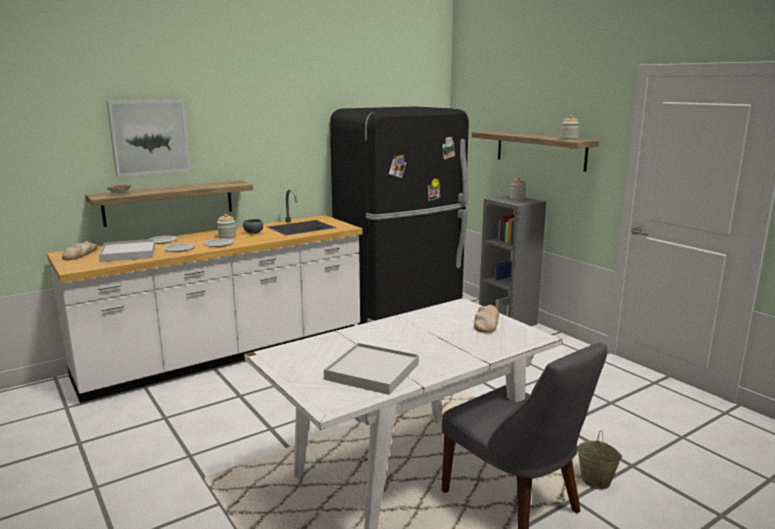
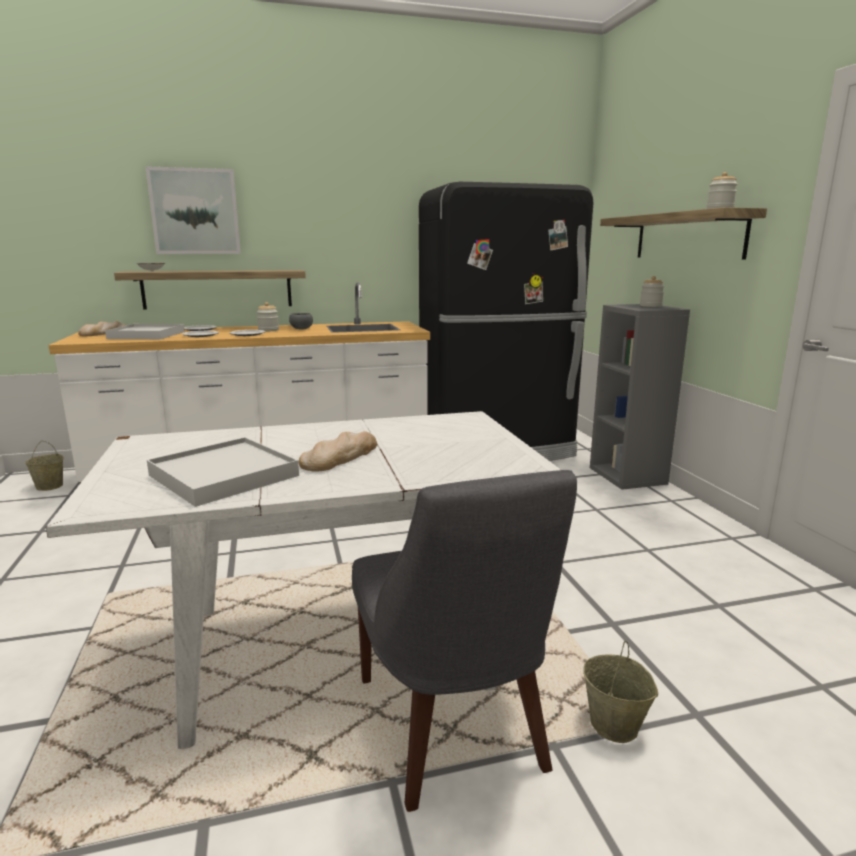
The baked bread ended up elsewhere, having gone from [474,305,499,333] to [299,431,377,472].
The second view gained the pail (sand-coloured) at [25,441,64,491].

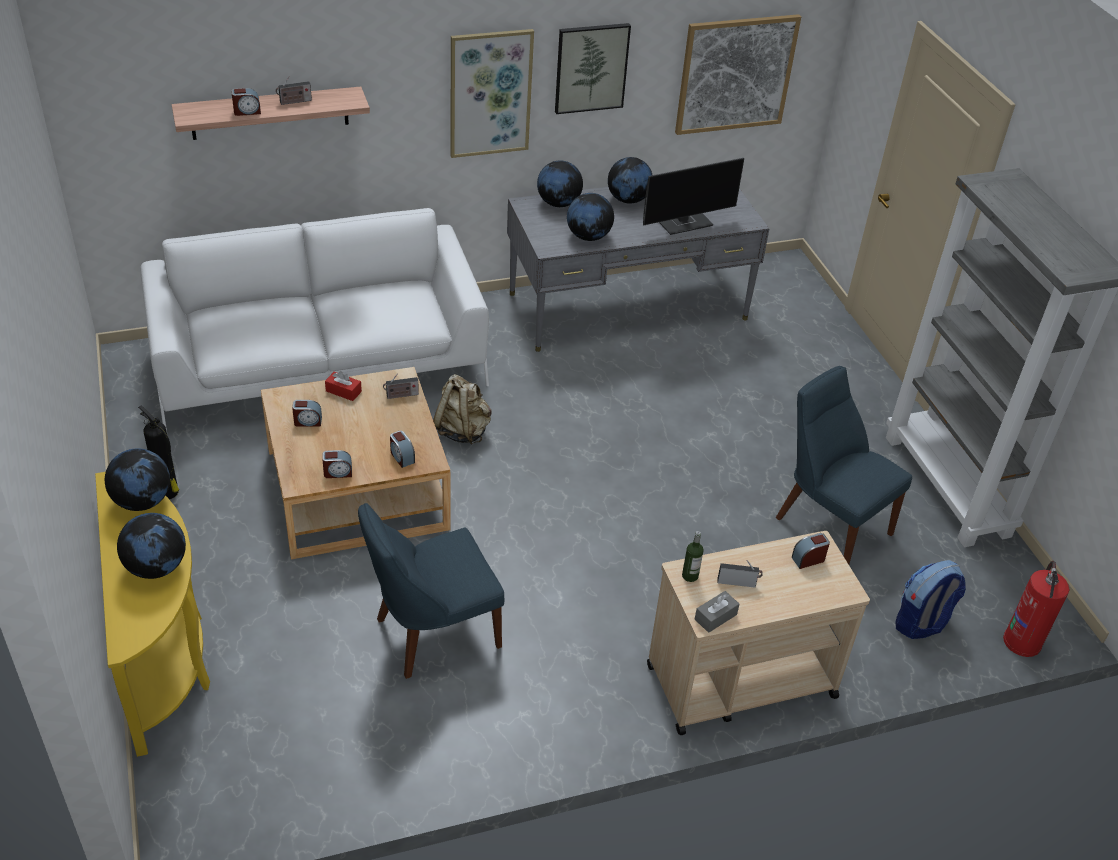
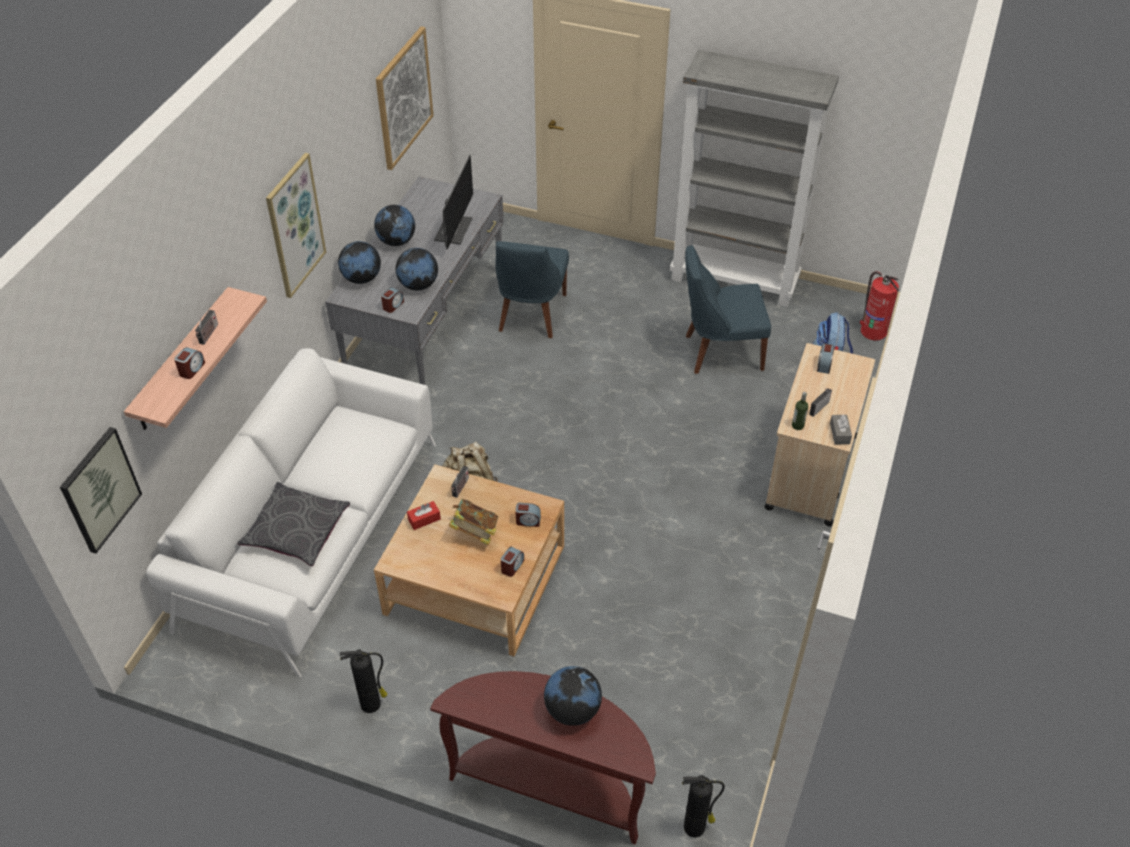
What was the console table (yellow) at [95,472,210,757] turned into the console table (brown) at [430,671,656,844].
The second view lost the desk globe at [105,448,170,511].
The bedside clock ended up elsewhere, having gone from [292,400,322,427] to [381,287,404,313].
The upright chair (blue) ended up elsewhere, having gone from [358,503,504,679] to [495,241,569,338].
The wall art ended up elsewhere, having gone from [555,23,631,114] to [60,427,142,554].
The second view gained the cushion (grey) at [237,482,350,567].
The second view gained the book at [449,499,498,545].
The second view gained the extinguisher at [682,775,725,837].

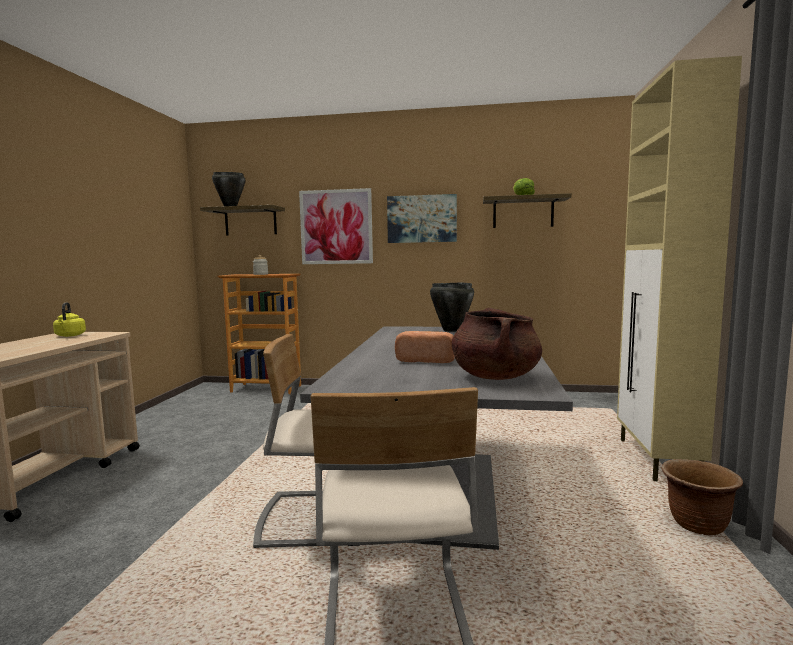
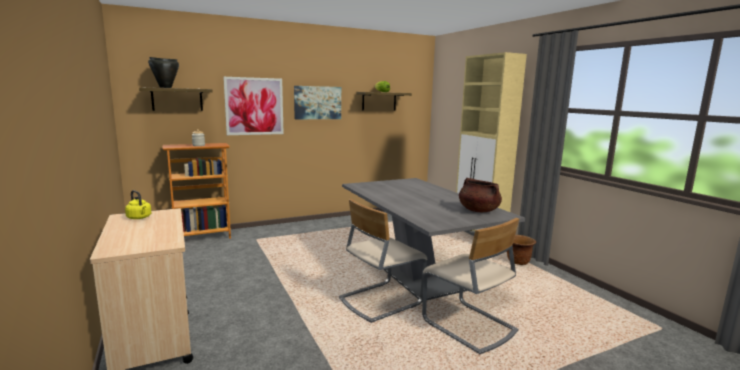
The second view lost the baked bread at [395,331,455,363].
The second view lost the saucepot (black) at [430,282,474,332].

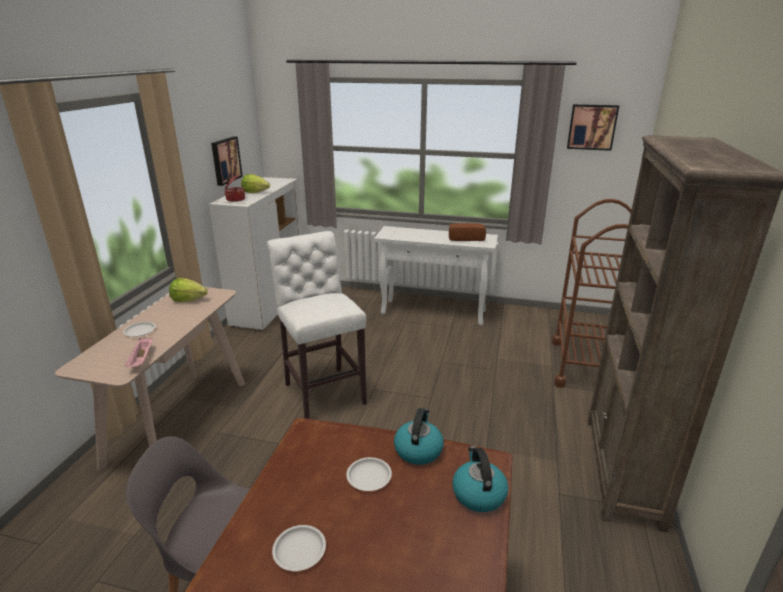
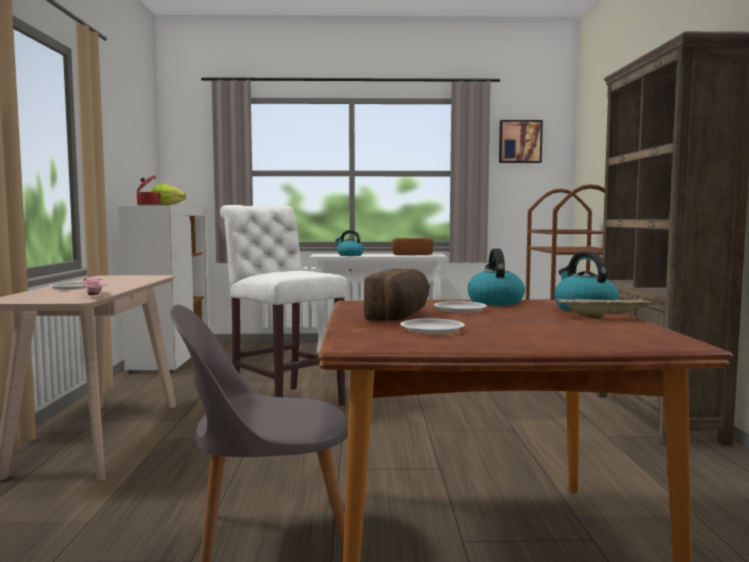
The second view lost the head of lettuce at [169,278,208,302].
The second view lost the wall art at [211,136,243,186].
The second view gained the tea kettle at [335,230,364,256].
The second view gained the baked bread at [364,268,430,321].
The second view gained the tray (sand-coloured) at [557,297,657,319].

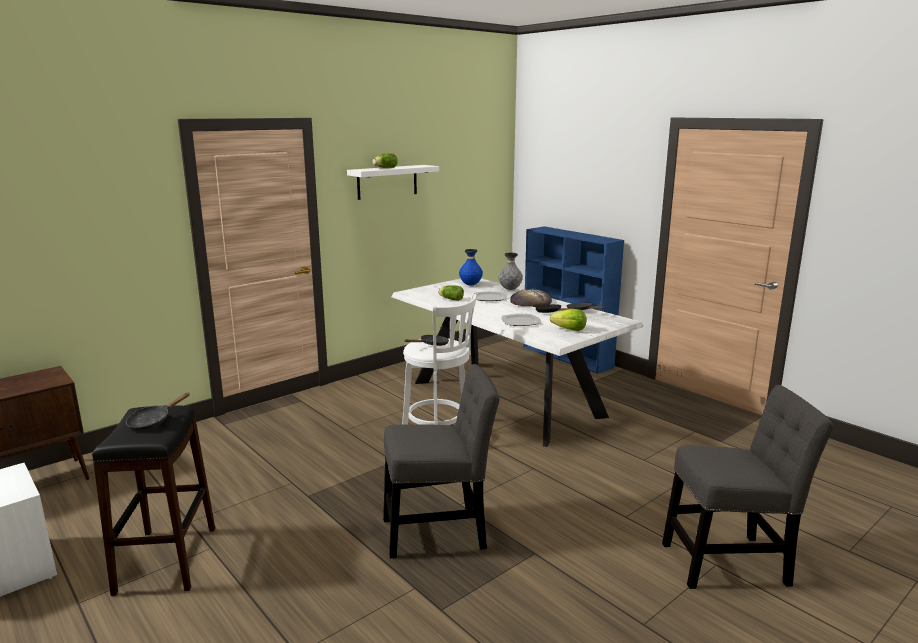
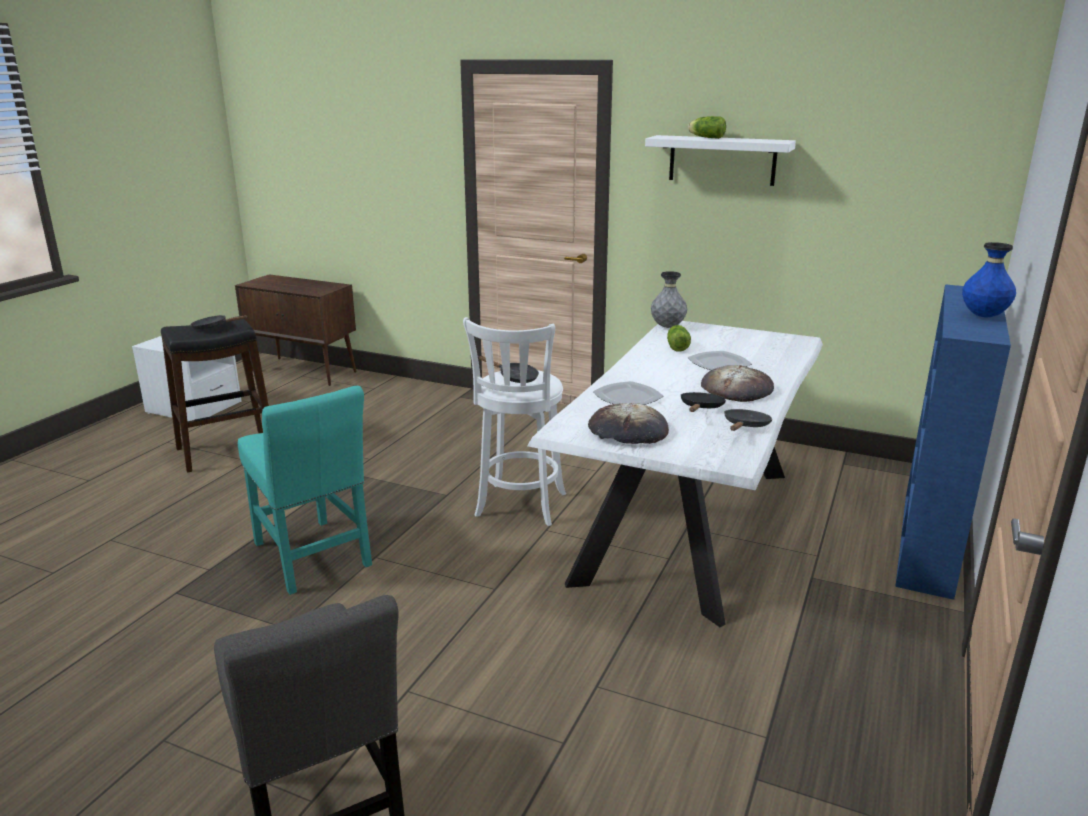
What was the upright chair (grey) at [383,364,500,558] turned into the upright chair (turquoise-coloured) at [238,386,372,595].
The flower vase (blue) ended up elsewhere, having gone from [459,249,483,286] to [962,242,1016,317].
The flower vase (grey) ended up elsewhere, having gone from [499,253,523,290] to [651,271,687,328].
Where the head of lettuce stood at [550,309,587,331], the baked bread came to stand at [588,403,669,444].

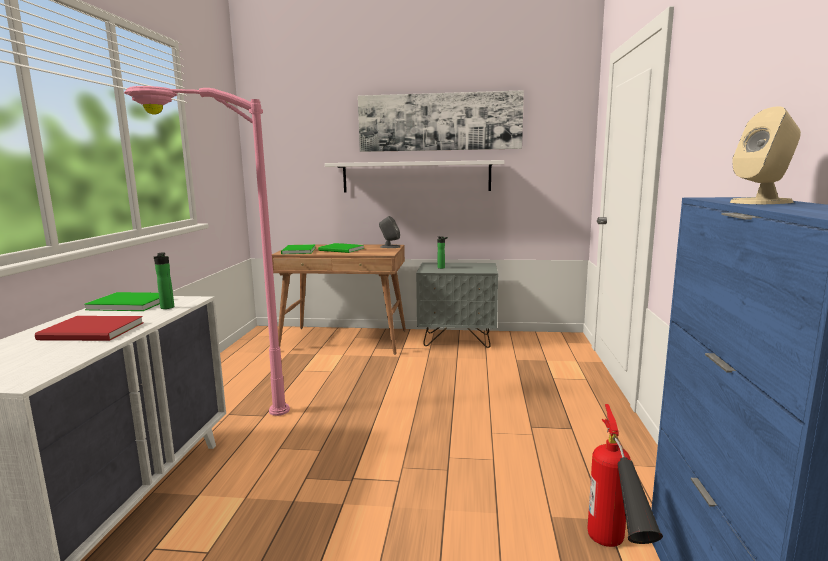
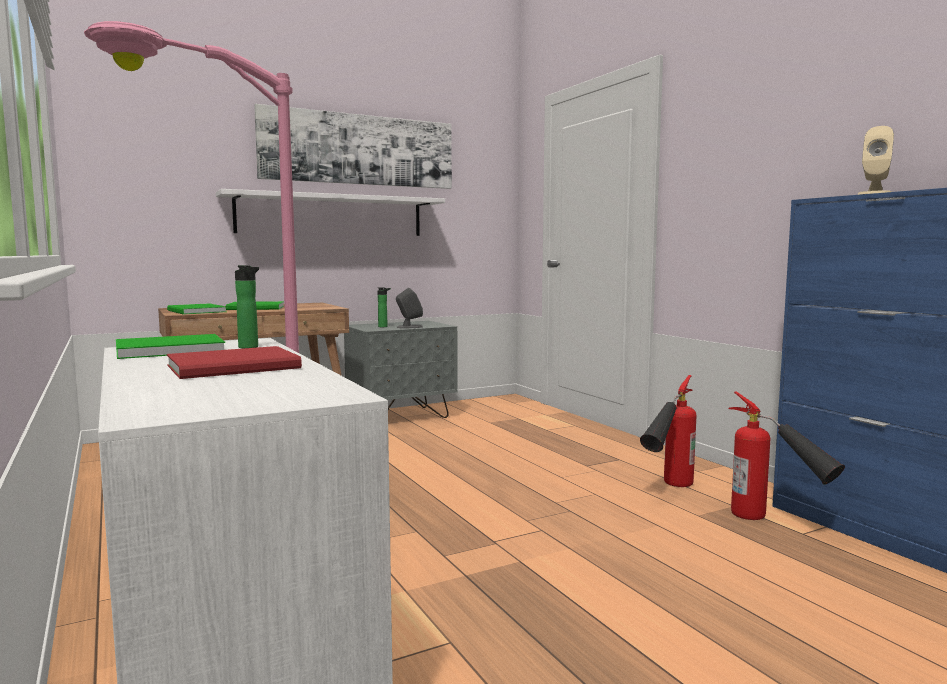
The speaker (grey) ended up elsewhere, having gone from [379,216,400,248] to [396,288,423,328].
The second view gained the extinguisher at [640,375,697,487].

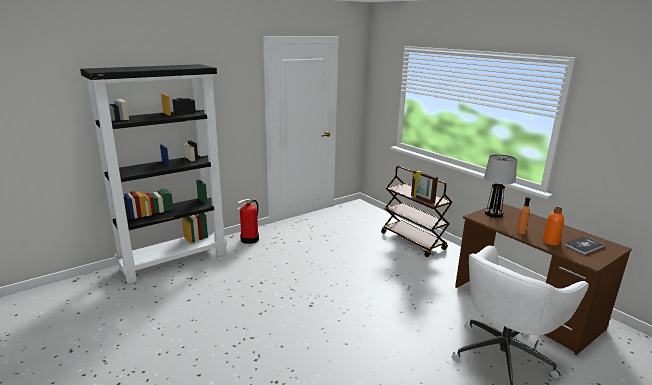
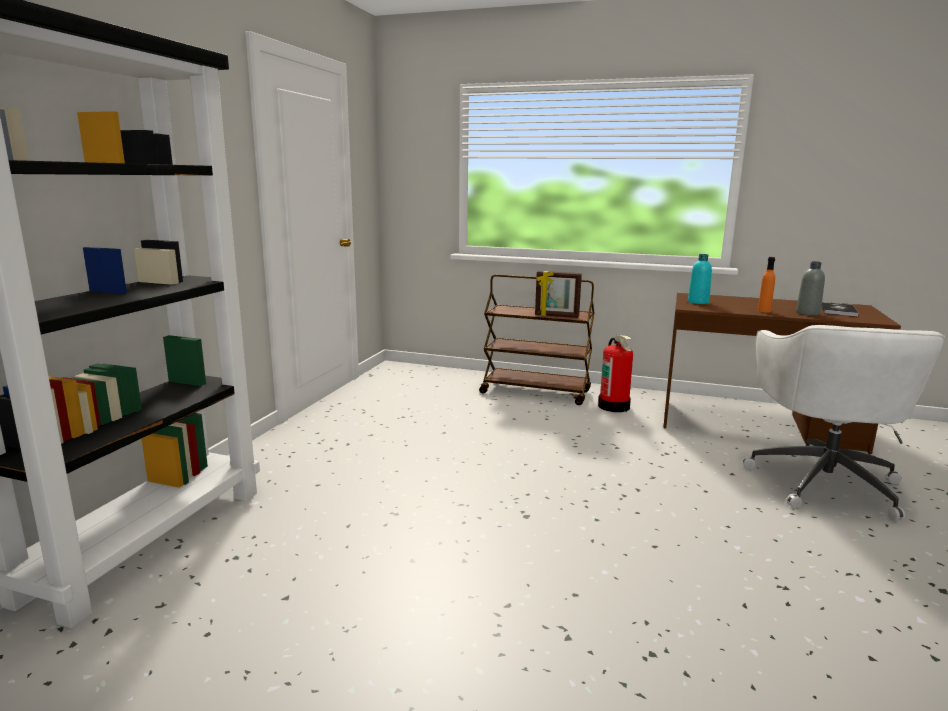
The extinguisher ended up elsewhere, having gone from [236,199,259,244] to [598,335,633,412].
Where the table lamp stood at [484,154,517,218], the bottle (turquoise-coloured) came to stand at [688,254,712,304].
What was the bottle (orange-coloured) at [542,207,564,246] turned into the bottle (grey) at [796,261,825,315].

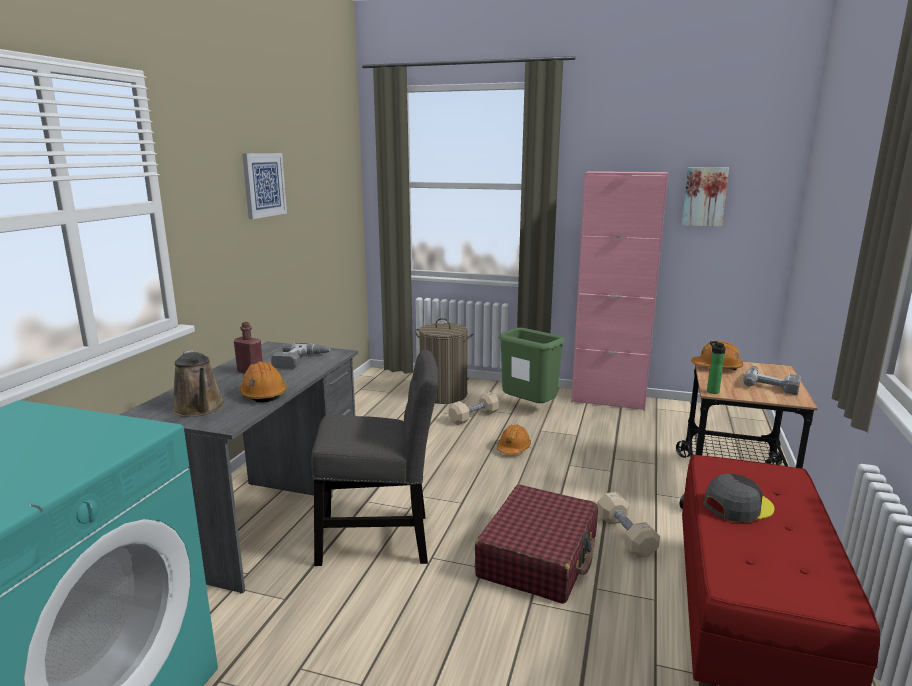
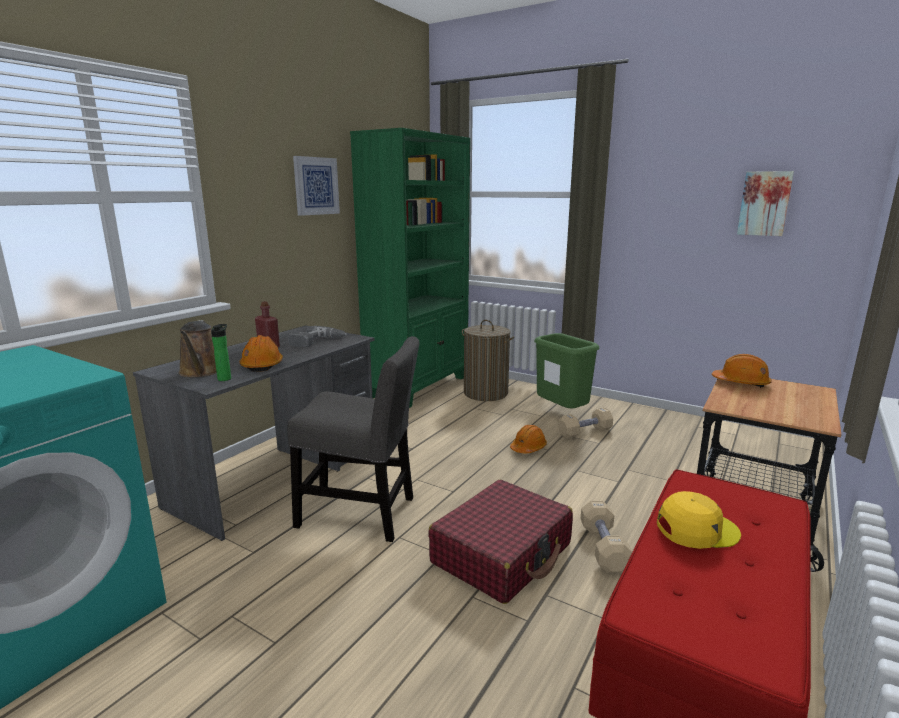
The free weight (sand-coloured) ended up elsewhere, having gone from [449,391,499,425] to [558,408,613,439].
The second view lost the cupboard (pink-coloured) at [571,171,668,411].
What was the baseball cap (grey) at [704,474,775,522] turned into the baseball cap (yellow) at [657,491,741,549].
The bottle ended up elsewhere, having gone from [707,341,726,394] to [211,324,231,381].
The second view lost the electric drill at [743,366,801,395].
The second view gained the shelving unit (green) at [350,128,470,408].

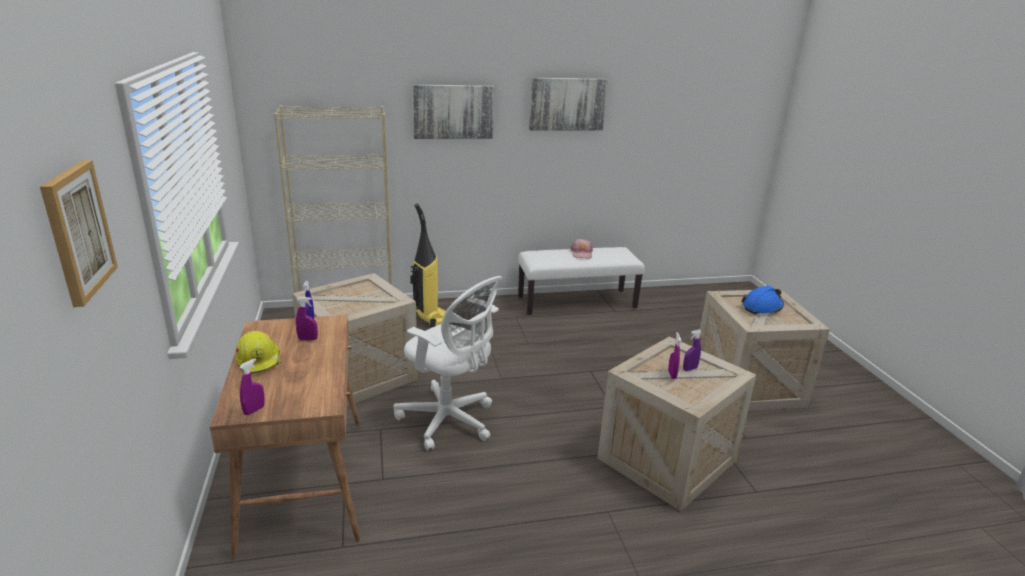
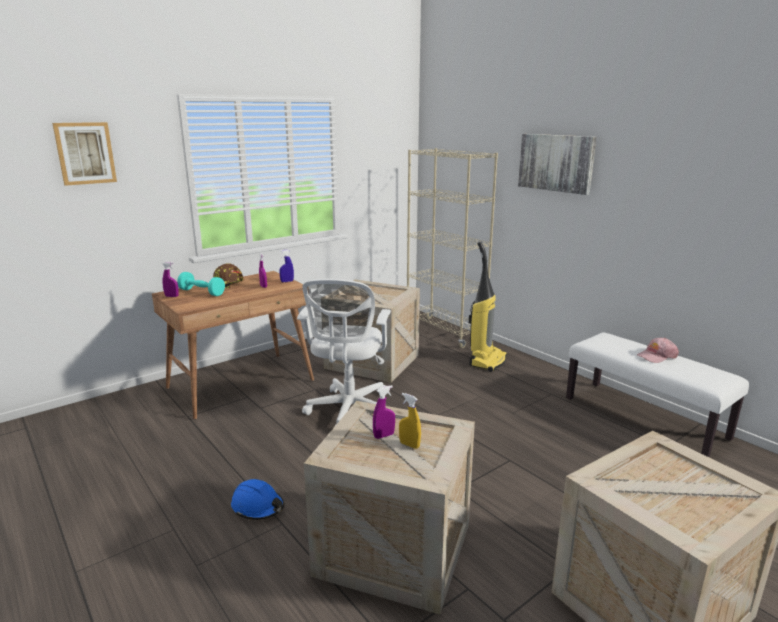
What was the hard hat (yellow) at [236,331,282,374] turned into the hard hat (brown) at [213,263,243,288].
The second view lost the wall art at [529,78,608,130].
What was the spray bottle (purplish) at [683,330,702,371] turned into the spray bottle (yellow) at [399,393,421,449].
The hard hat (blue) ended up elsewhere, having gone from [741,286,784,314] to [231,479,284,520].
The second view gained the free weight (turquoise-coloured) at [177,272,225,296].

